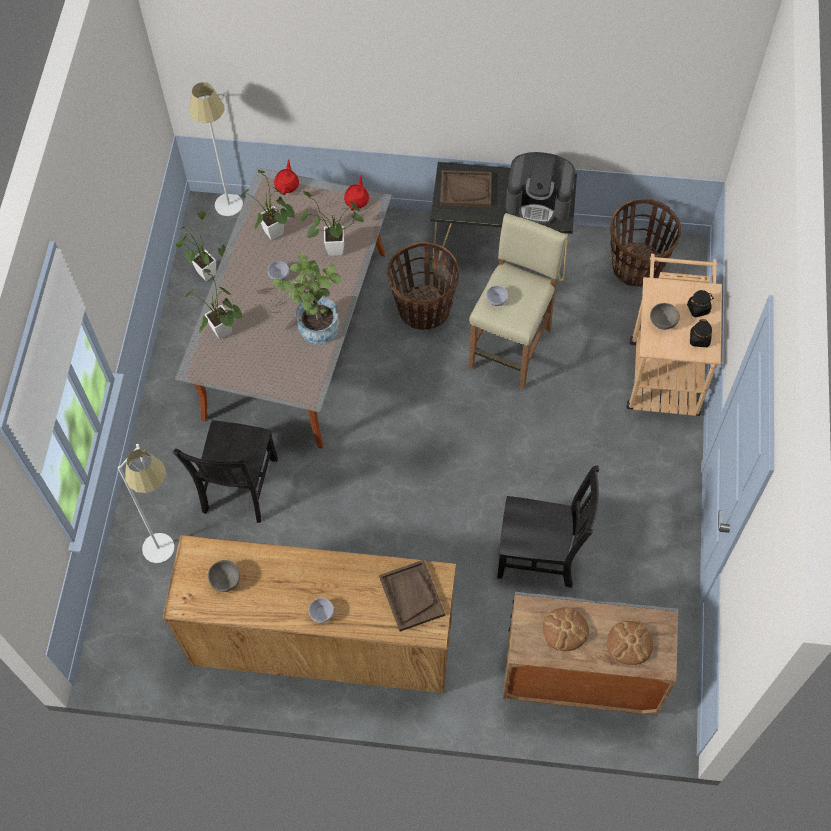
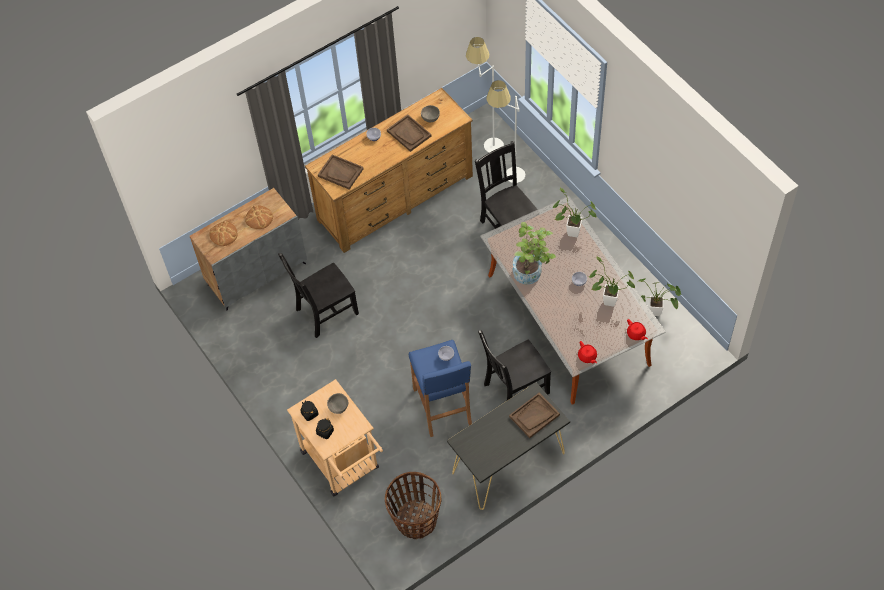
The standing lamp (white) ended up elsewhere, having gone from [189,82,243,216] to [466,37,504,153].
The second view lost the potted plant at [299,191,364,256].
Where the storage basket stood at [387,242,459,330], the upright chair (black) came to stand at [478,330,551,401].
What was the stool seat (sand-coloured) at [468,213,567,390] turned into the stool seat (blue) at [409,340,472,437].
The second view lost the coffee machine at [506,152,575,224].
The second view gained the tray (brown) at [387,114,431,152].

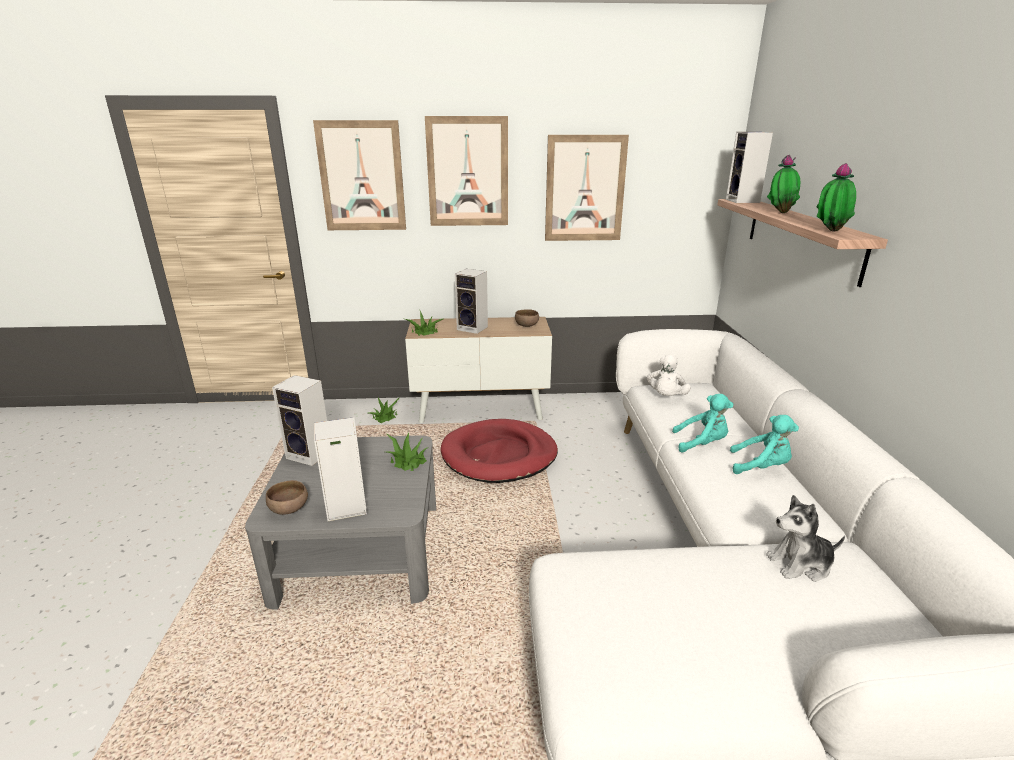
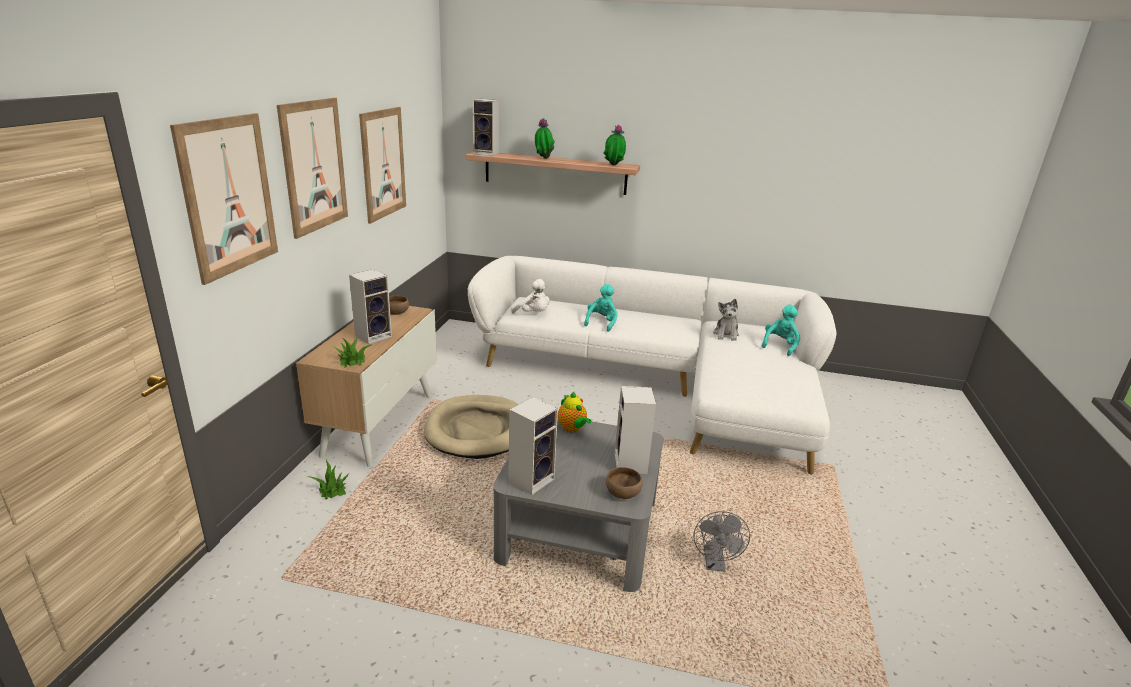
Where the potted plant stood at [386,432,428,471], the pot for tea came to stand at [558,392,591,432].
What was the dog cushion (red-coloured) at [440,419,558,483] turned into the dog cushion (sand-coloured) at [424,395,518,459].
The cuddly toy (turquoise-coloured) ended up elsewhere, having gone from [730,415,799,474] to [762,305,800,356].
The second view gained the electric fan (grey) at [694,511,750,572].

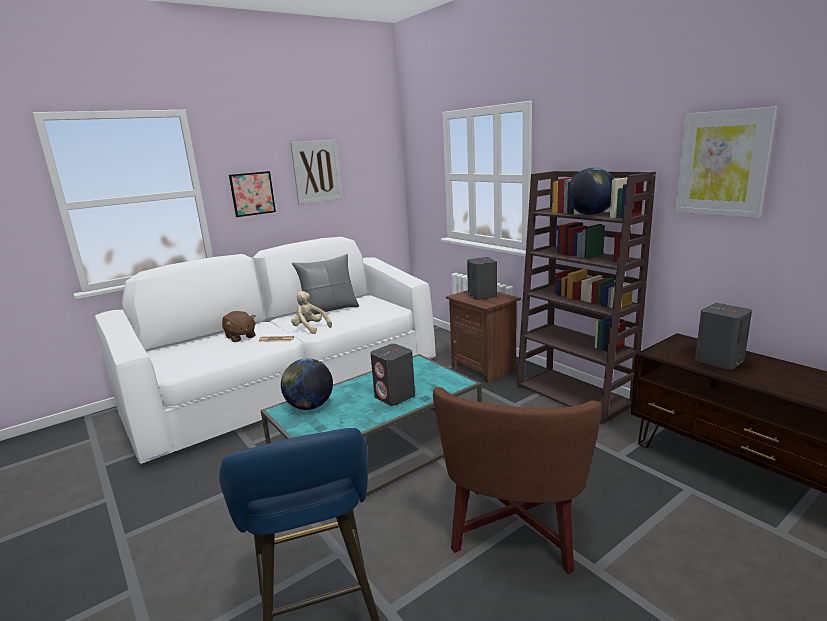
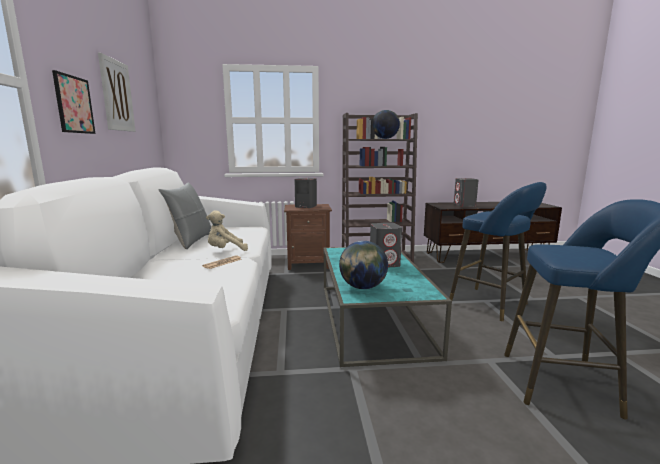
The second view lost the cuddly toy (brown) at [222,311,256,342].
Where the easy chair (brown) stood at [433,387,602,574], the stool seat (blue) came to stand at [449,182,547,321].
The second view lost the wall art at [675,107,777,218].

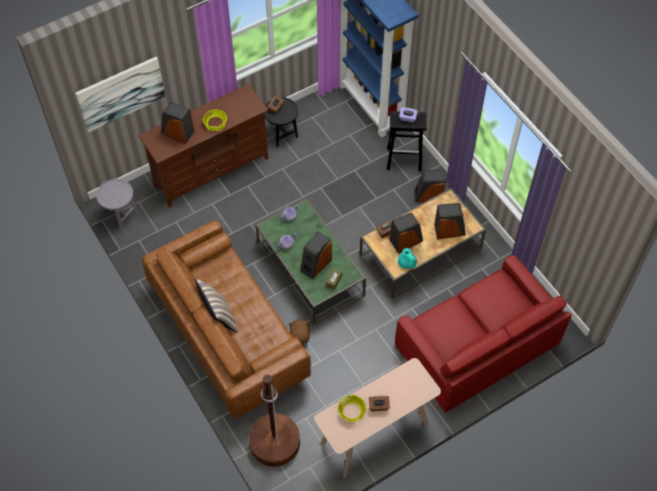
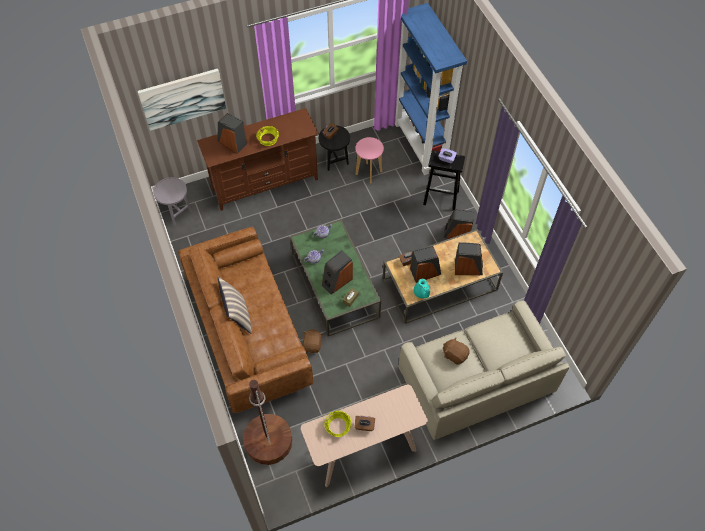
What was the sofa (red-coloured) at [394,255,572,412] turned into the sofa (sand-coloured) at [398,300,570,440].
The second view gained the stool seat (pink-coloured) at [355,137,384,184].
The second view gained the cuddly toy (brown) at [443,337,470,365].

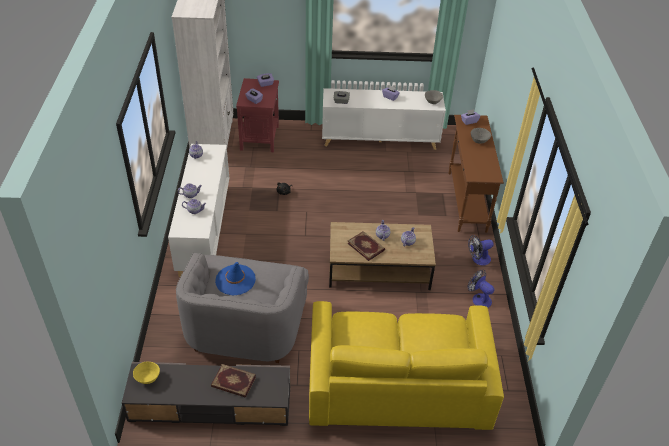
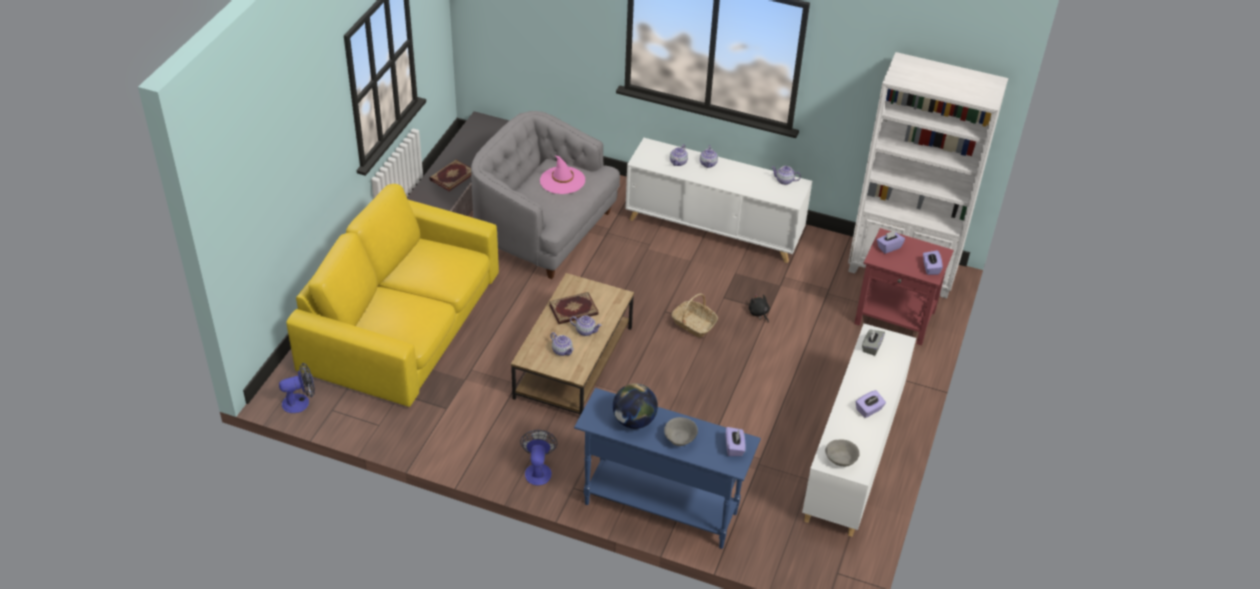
The second view lost the serving bowl (yellow) at [133,362,160,384].
What was the clothing hat (blue) at [215,262,256,295] turned into the clothing hat (pink-coloured) at [540,156,585,194].
What was the console table (brown) at [448,115,504,233] turned into the console table (blue) at [574,388,761,549].
The electric fan ended up elsewhere, having gone from [468,270,494,307] to [279,363,315,413].
The second view gained the desk globe at [613,383,658,429].
The second view gained the storage basket at [671,293,718,338].

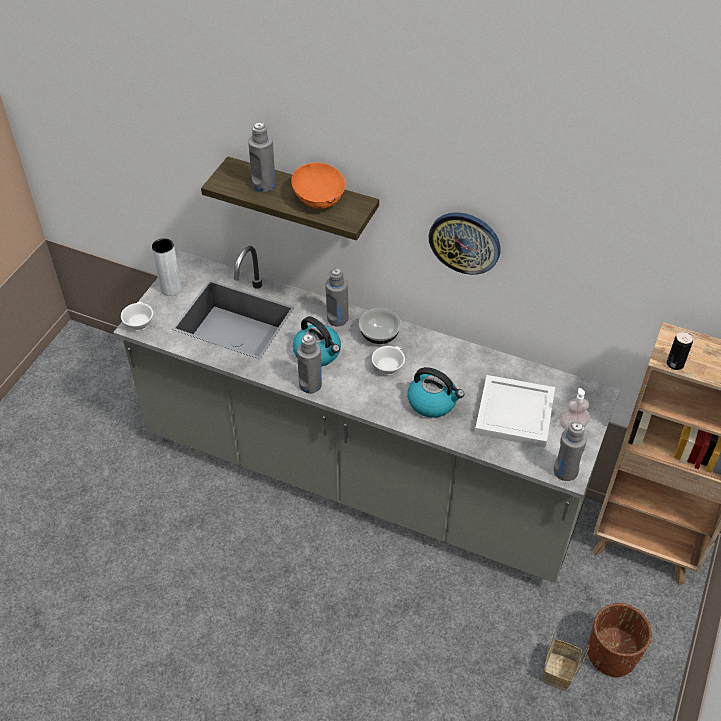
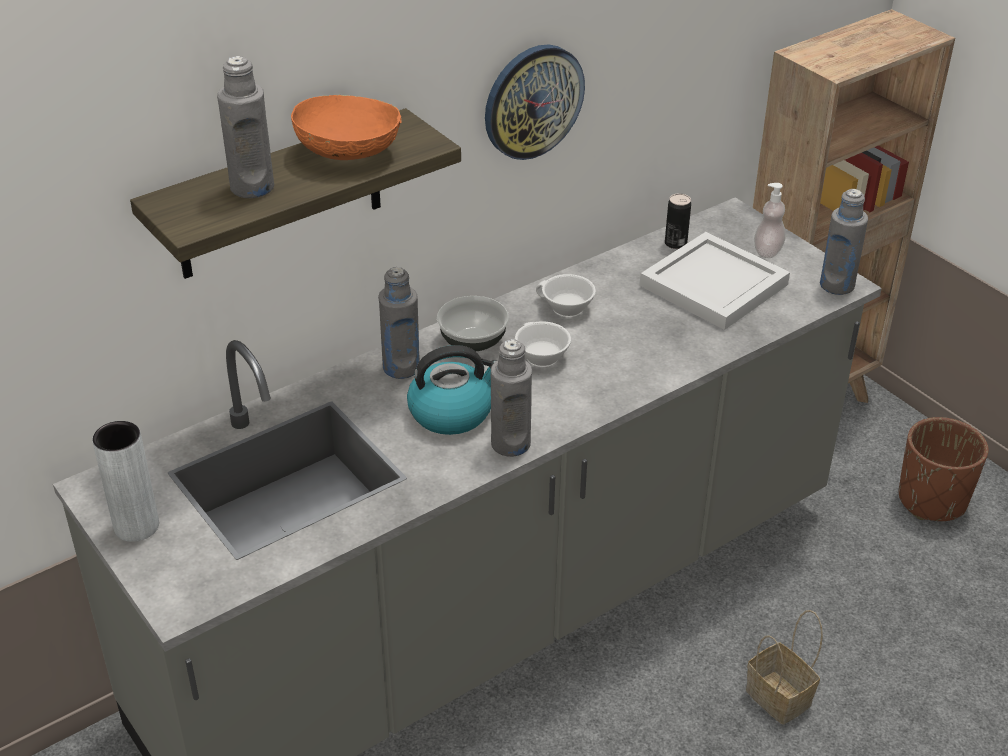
The cup (white) ended up elsewhere, having gone from [121,302,153,331] to [536,274,596,317].
The second view lost the tea kettle at [407,367,464,418].
The storage basket ended up elsewhere, having gone from [542,631,590,691] to [746,610,823,724].
The can ended up elsewhere, having gone from [667,331,693,370] to [665,193,691,249].

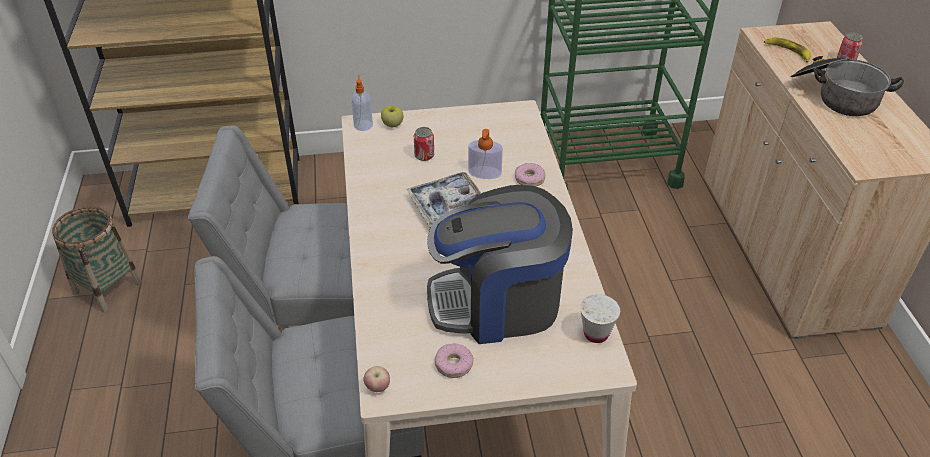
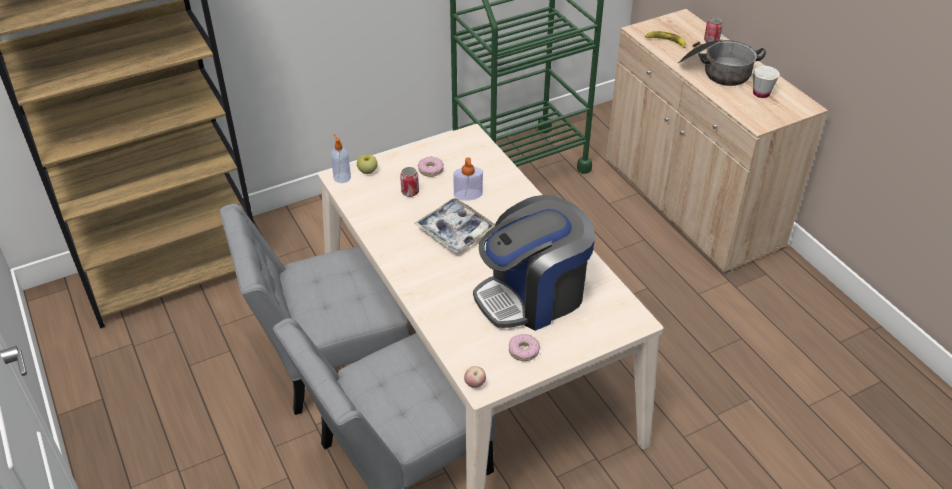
The second view lost the storage basket at [52,206,142,312].
The ring doughnut ended up elsewhere, having gone from [515,163,545,186] to [418,157,444,177].
The cup (white) ended up elsewhere, having gone from [580,294,620,343] to [753,66,780,98].

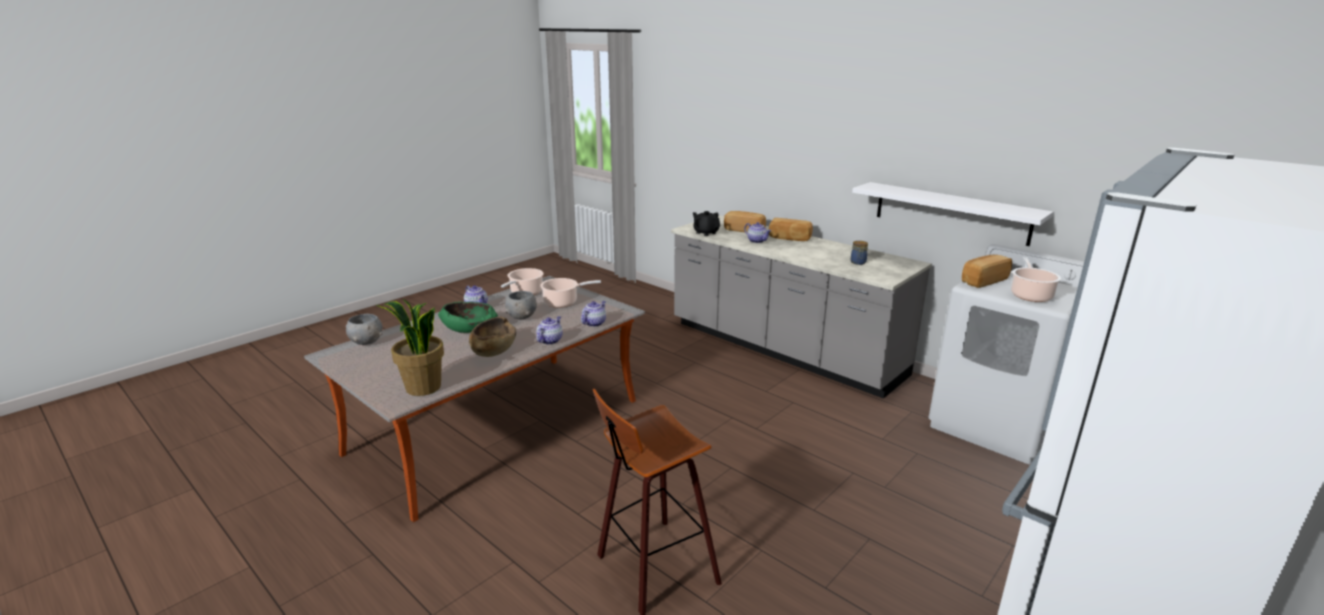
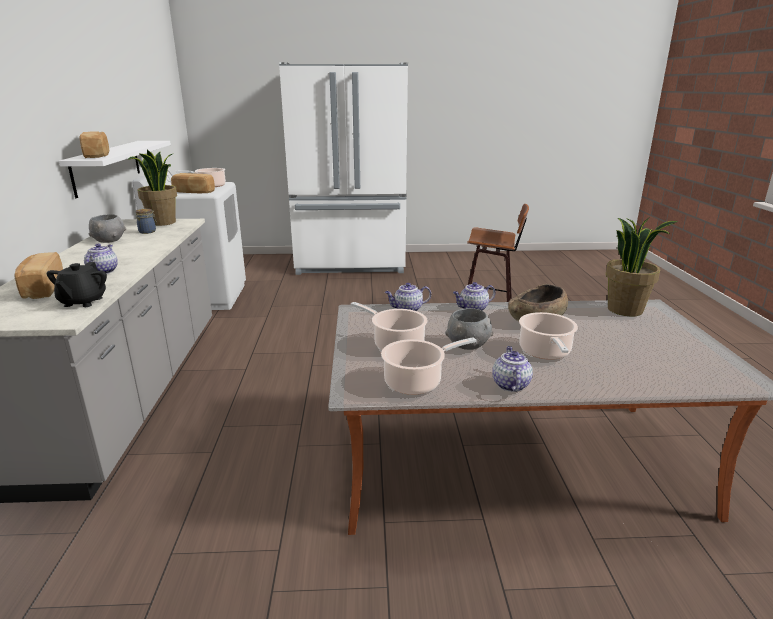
The serving bowl (grey) ended up elsewhere, having gone from [346,314,383,345] to [89,214,126,243].
Where the serving bowl (green) stood at [438,302,498,333], the saucepot came to stand at [519,312,578,360].
The baked bread ended up elsewhere, having gone from [769,218,813,241] to [79,131,109,158].
The second view gained the potted plant at [127,150,177,226].

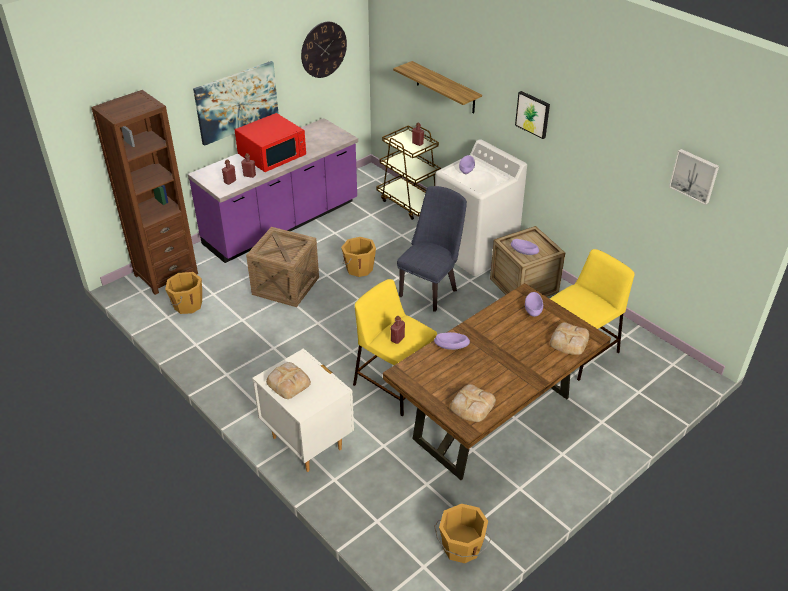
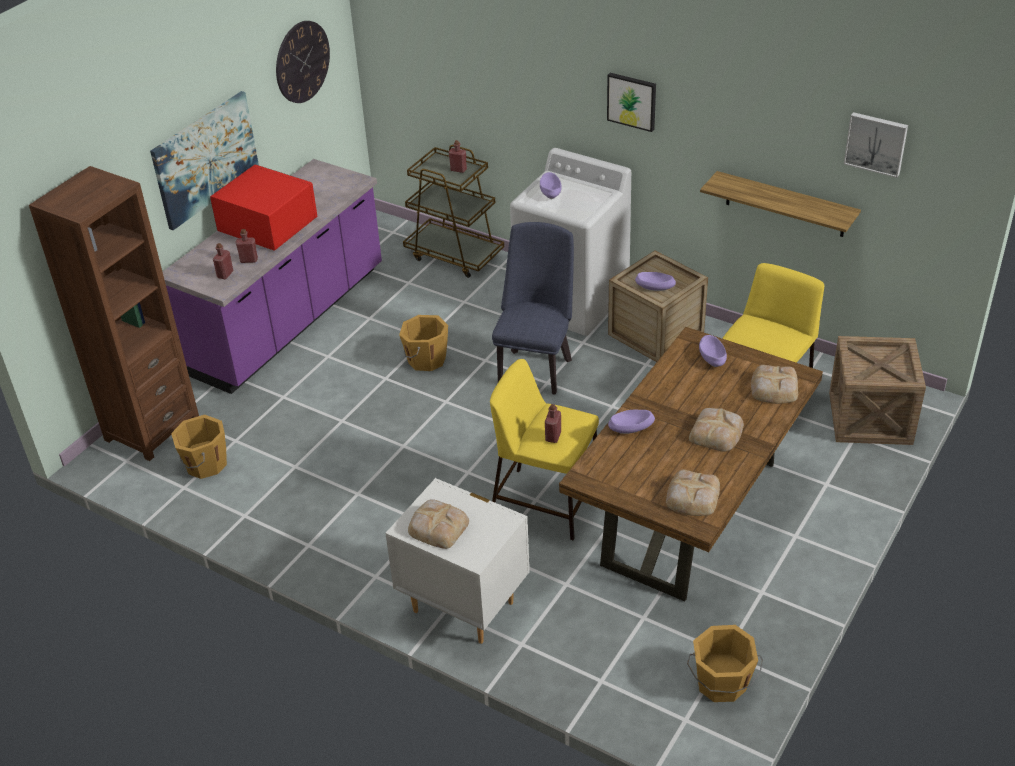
The kitchen microwave (red-coloured) at [235,113,306,172] ended up facing another way, 90 degrees counterclockwise from before.
The shipping crate ended up elsewhere, having gone from [246,227,319,307] to [829,336,926,445].
The shelf ended up elsewhere, having gone from [393,61,482,114] to [700,171,861,237].
The second view gained the baked bread at [689,408,744,452].

